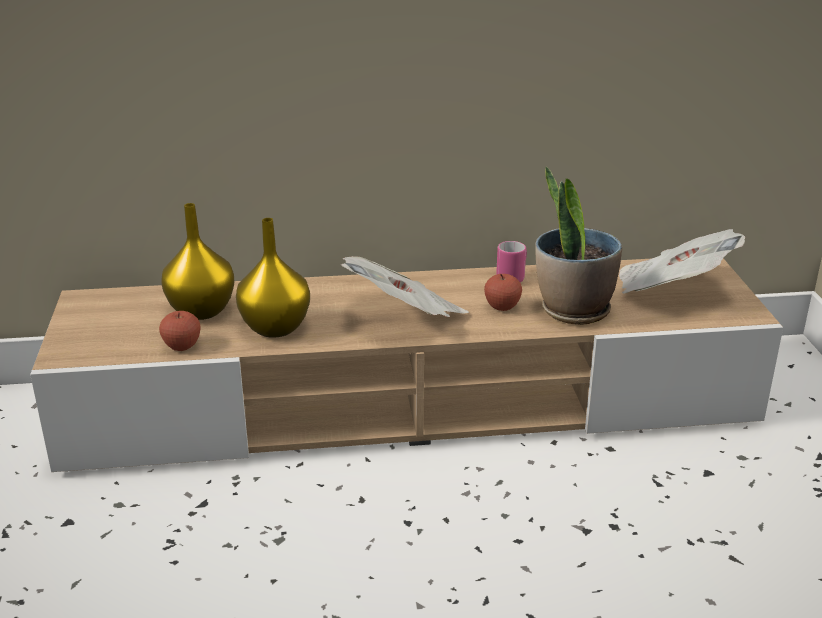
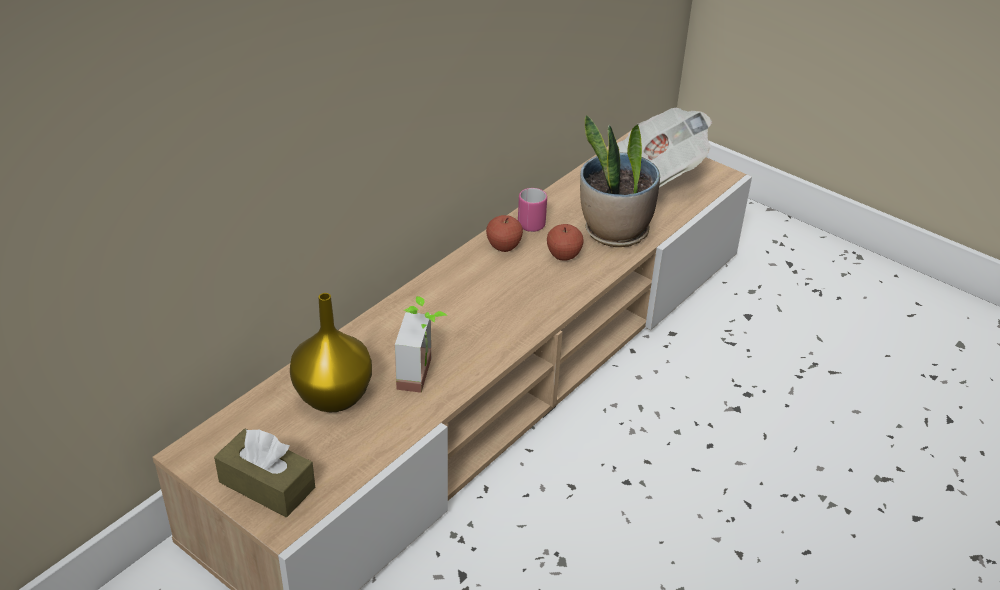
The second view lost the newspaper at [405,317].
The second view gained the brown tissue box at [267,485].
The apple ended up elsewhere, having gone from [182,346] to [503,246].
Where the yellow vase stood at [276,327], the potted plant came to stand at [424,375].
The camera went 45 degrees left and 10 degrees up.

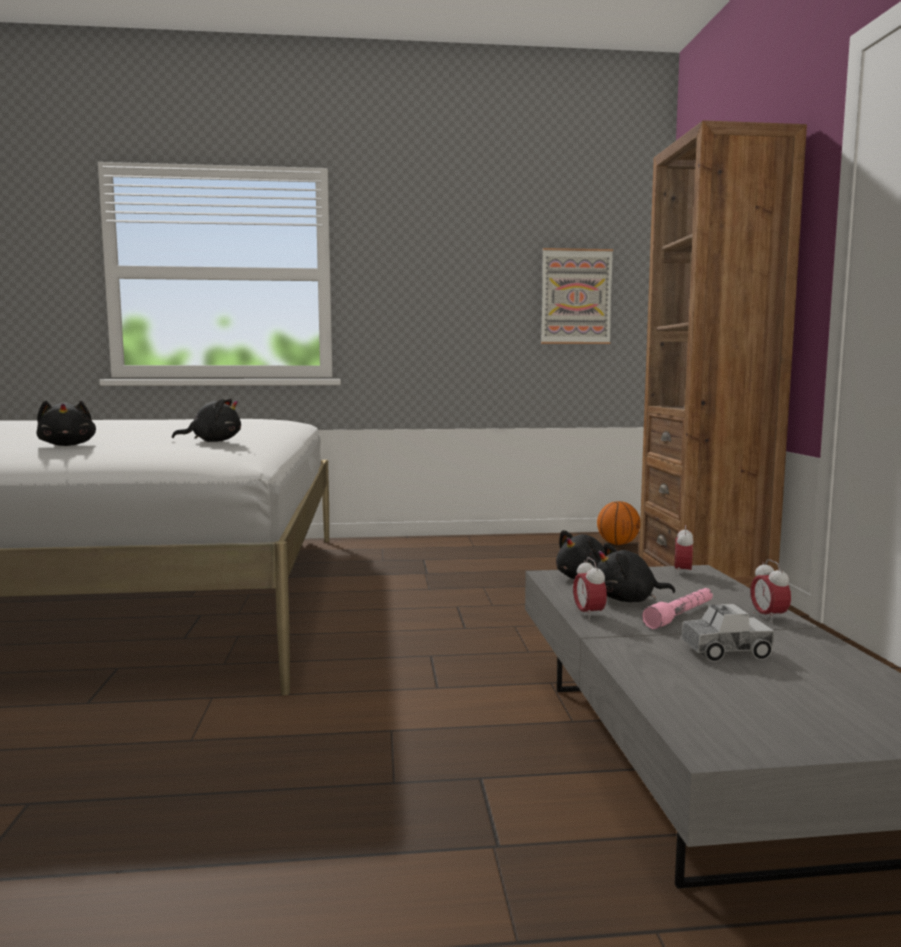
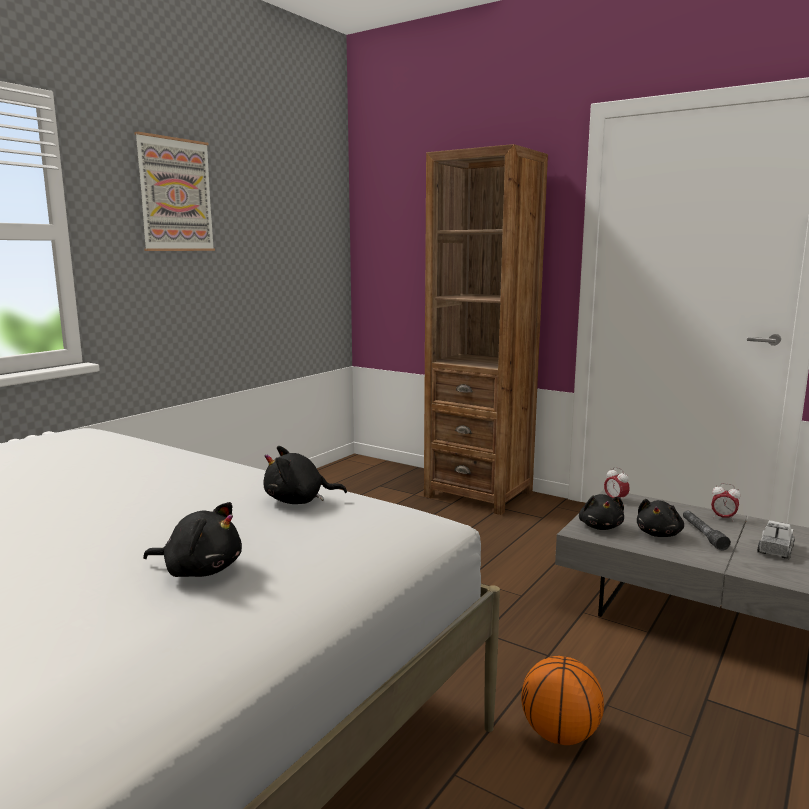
The second view lost the alarm clock at [588,615].
The picture ended up elsewhere, having gone from [576,297] to [175,195].
The basketball ended up elsewhere, having gone from [618,544] to [559,734].
What was the pink flashlight at [680,616] turned into the grey flashlight at [703,534].
The black plush toy at [213,441] ended up facing another way, 135 degrees counterclockwise from before.
The camera went 50 degrees left and 5 degrees up.

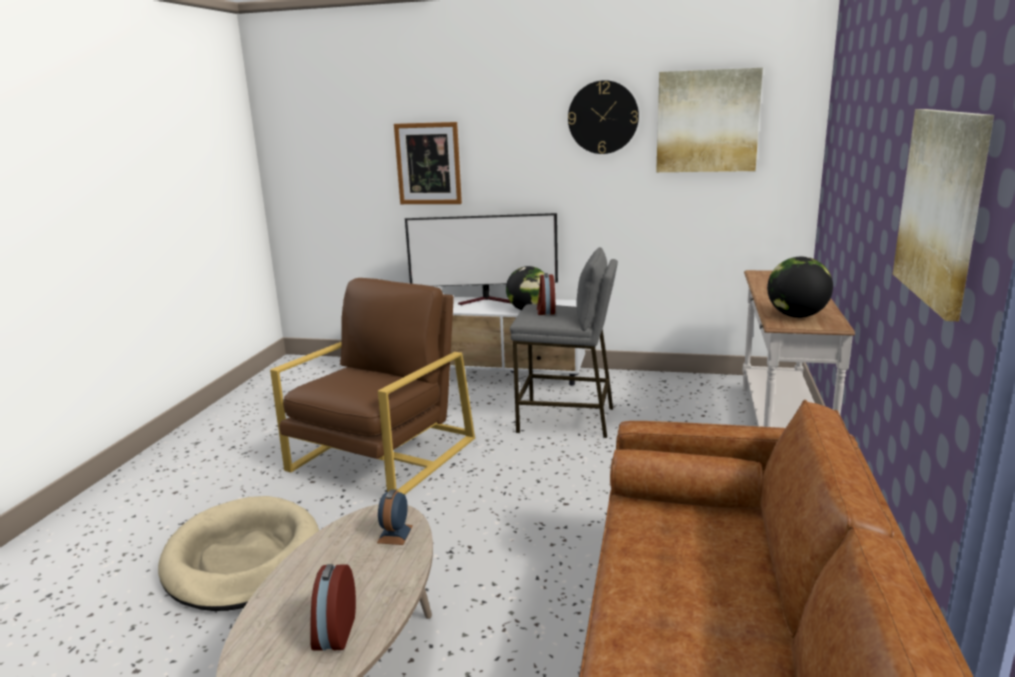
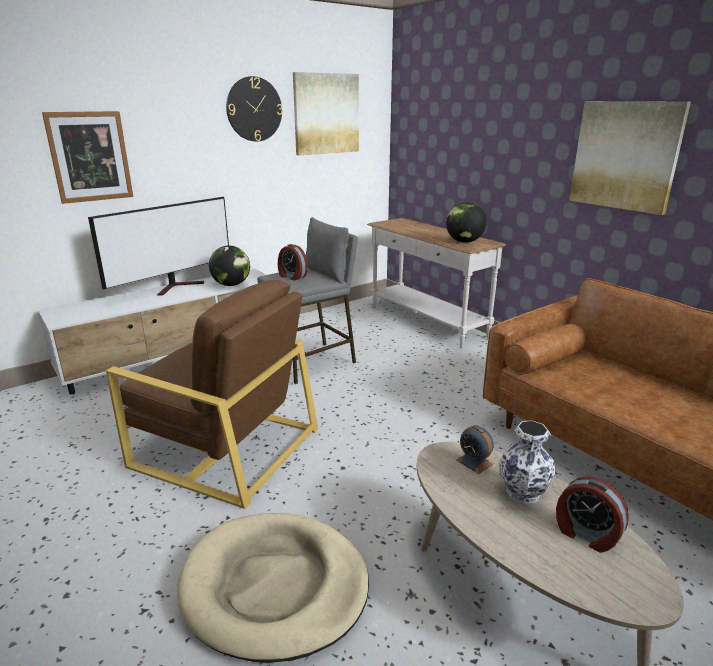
The second view gained the vase at [521,492].
The brown armchair at [381,455] ended up facing another way, 135 degrees clockwise from before.
The camera went 50 degrees left and 5 degrees up.

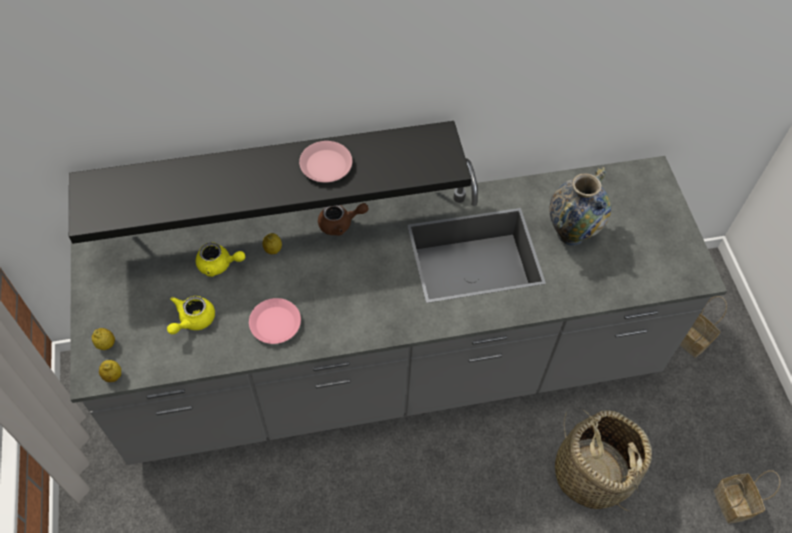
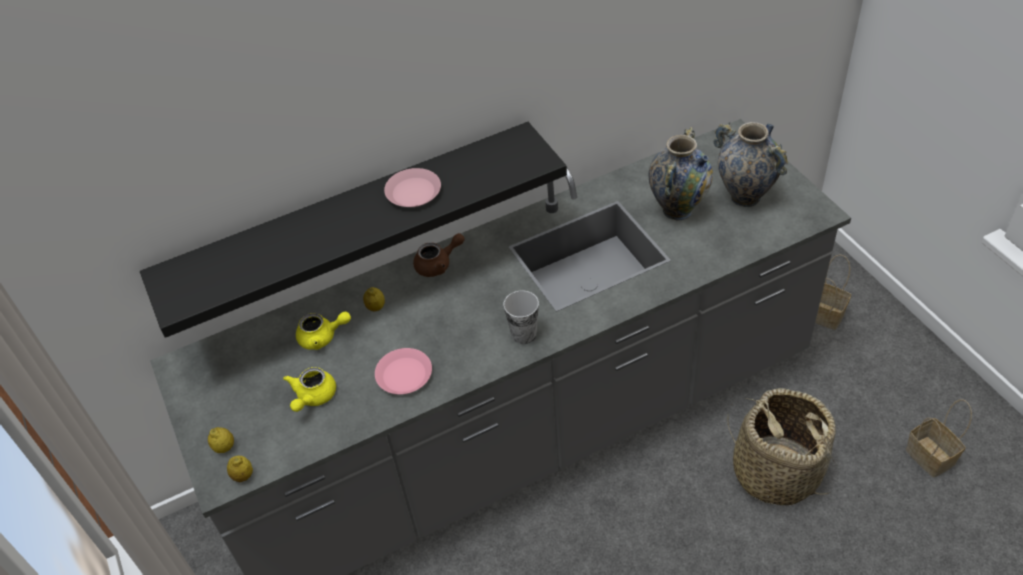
The second view gained the cup at [524,334].
The second view gained the vase at [745,196].
The camera went 10 degrees left and 10 degrees down.

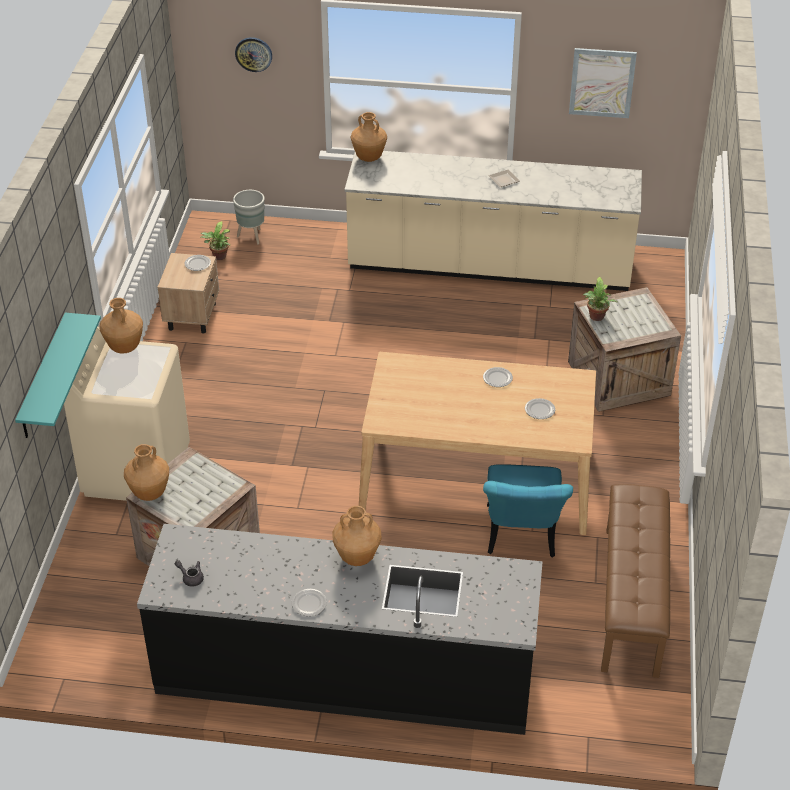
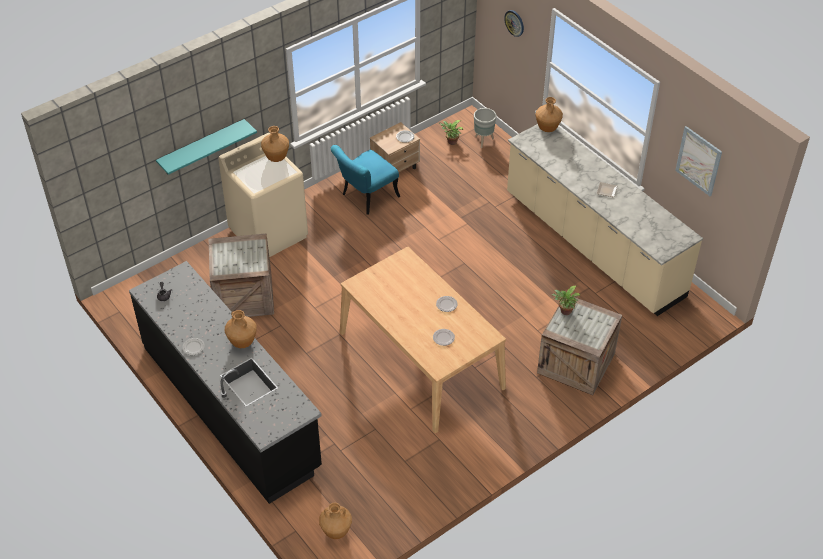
The second view lost the brown bench at [632,601].
The brown vase ended up elsewhere, having gone from [149,493] to [336,531].
The turquoise chair ended up elsewhere, having gone from [521,538] to [366,198].
The camera went 45 degrees right and 5 degrees up.

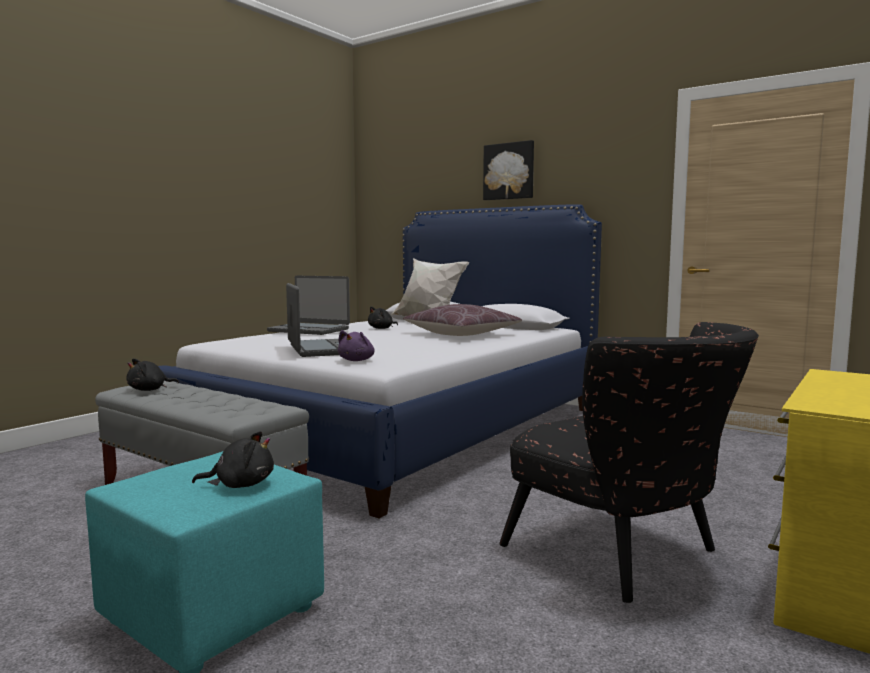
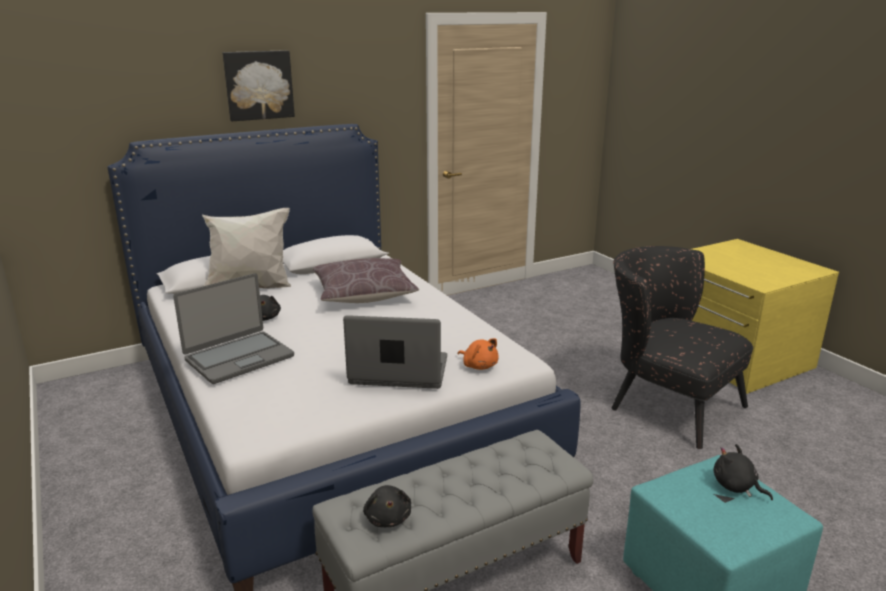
What was the purple plush toy at [357,360] turned into the orange plush toy at [479,365].
The black plush toy at [241,484] ended up facing another way, 60 degrees counterclockwise from before.
The black armchair at [626,557] ended up facing another way, 120 degrees counterclockwise from before.
The camera went 65 degrees left and 15 degrees up.

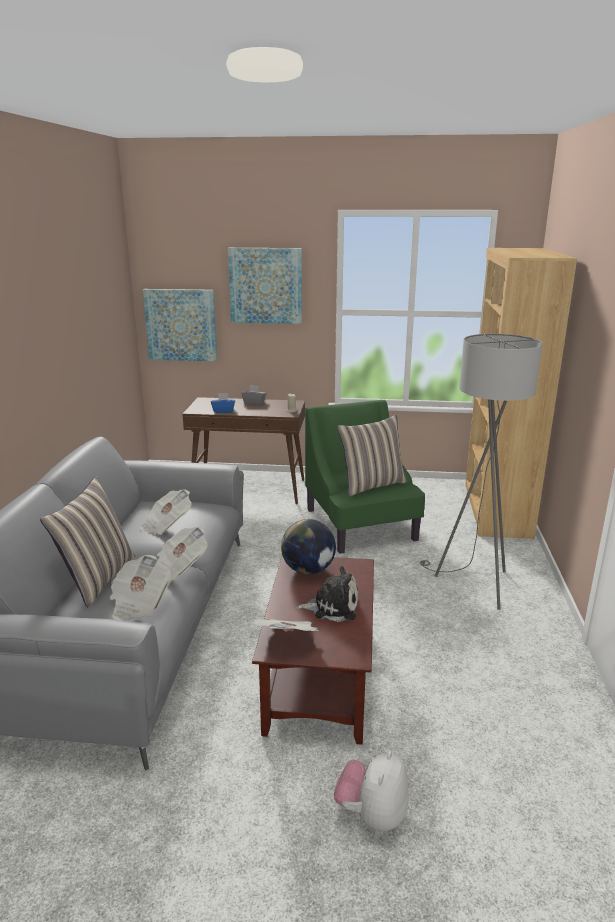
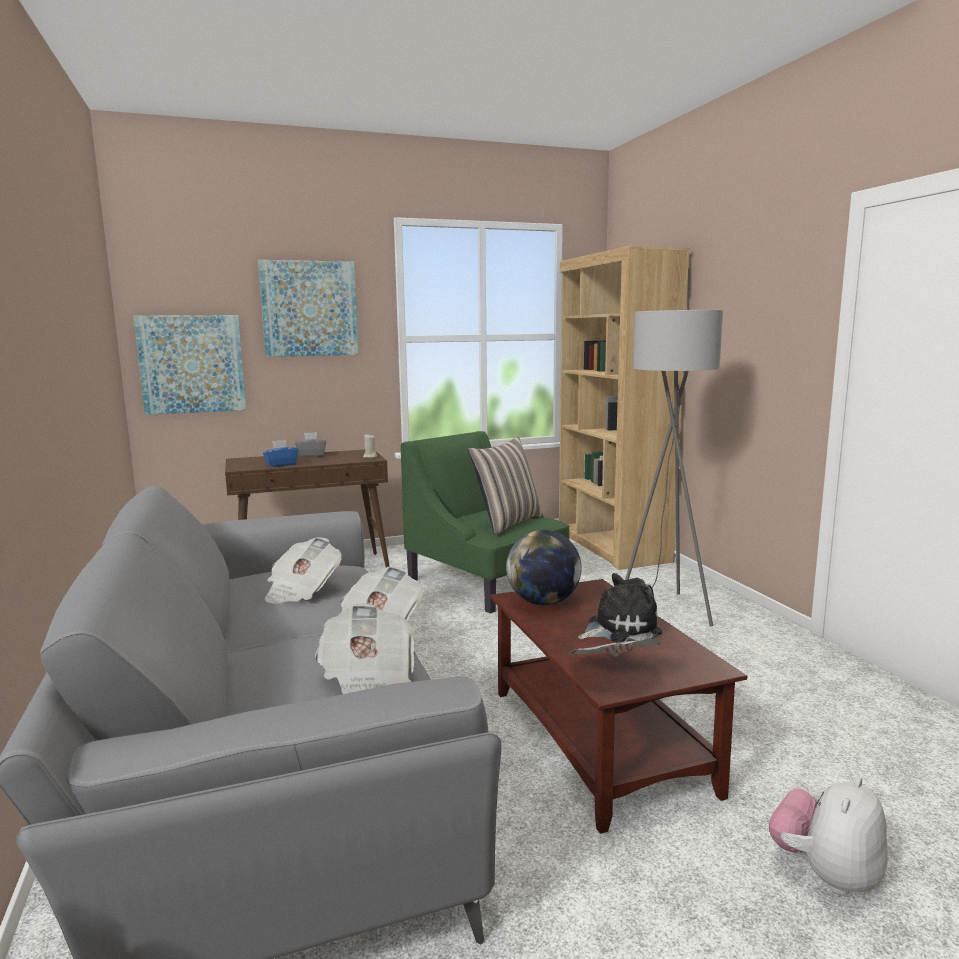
The second view lost the pillow at [98,578].
The plush toy at [372,814] ended up facing another way, 45 degrees clockwise from before.
The camera went 25 degrees left and 10 degrees down.

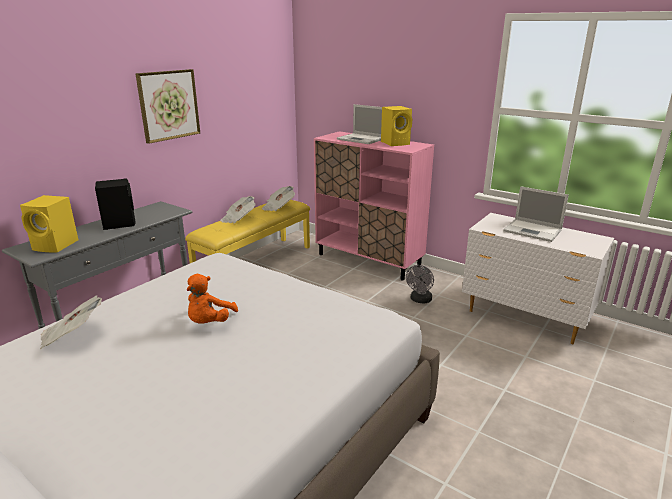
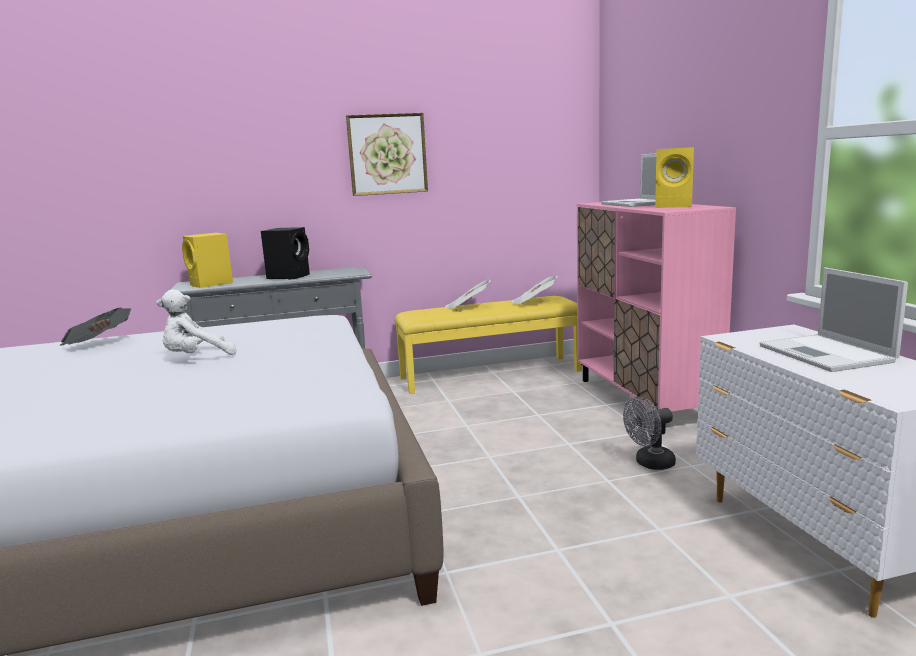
What was the orange plush toy at [209,322] turned into the white plush toy at [196,358].
The camera went 40 degrees right and 10 degrees down.

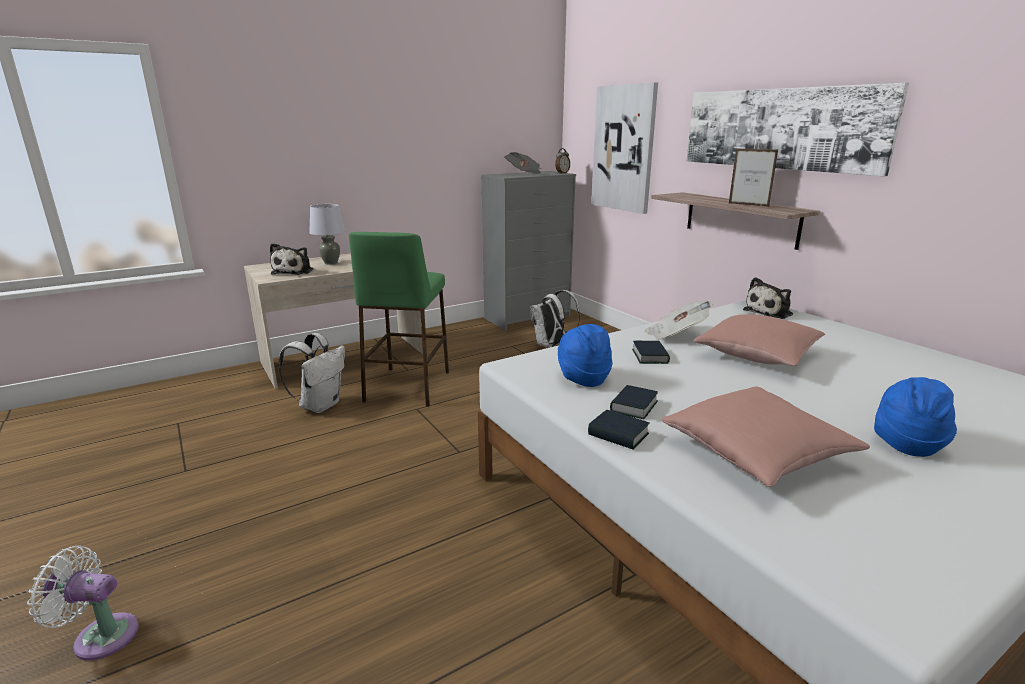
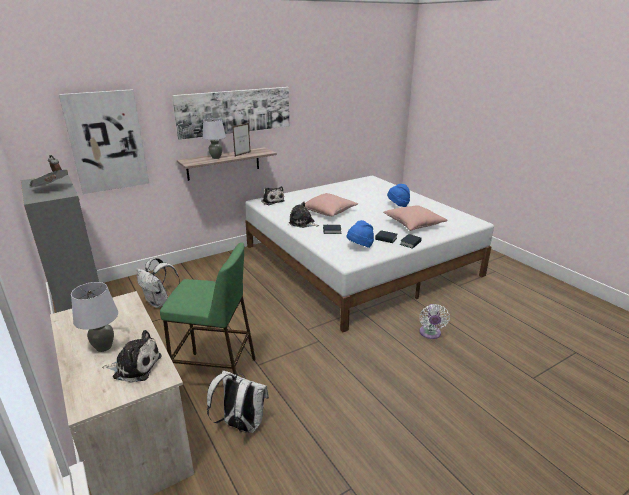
The second view gained the grey table lamp at [216,158].
The white fan ended up elsewhere, having gone from [100,636] to [430,334].
Where the newspaper stood at [676,335], the plush toy came to stand at [303,223].
The camera went 90 degrees left and 5 degrees up.

